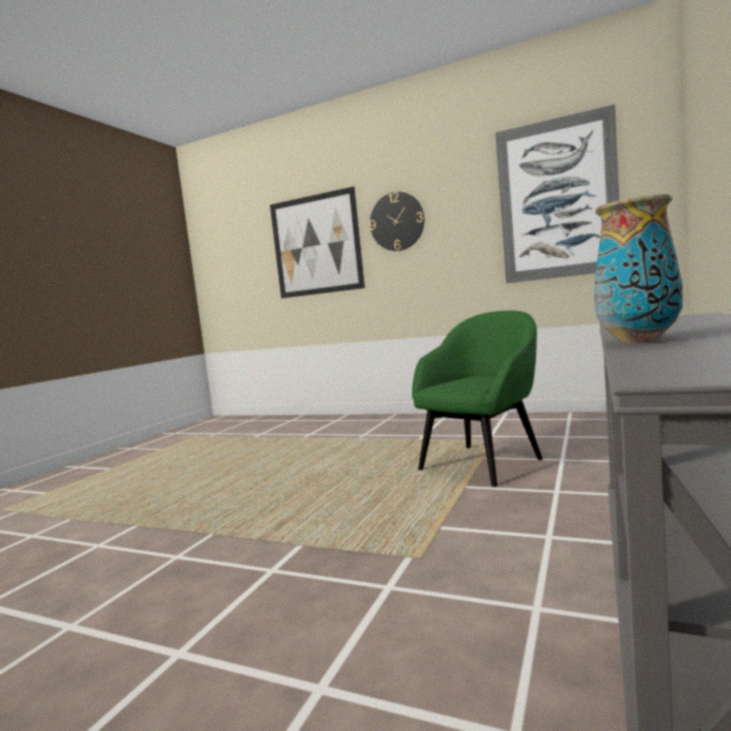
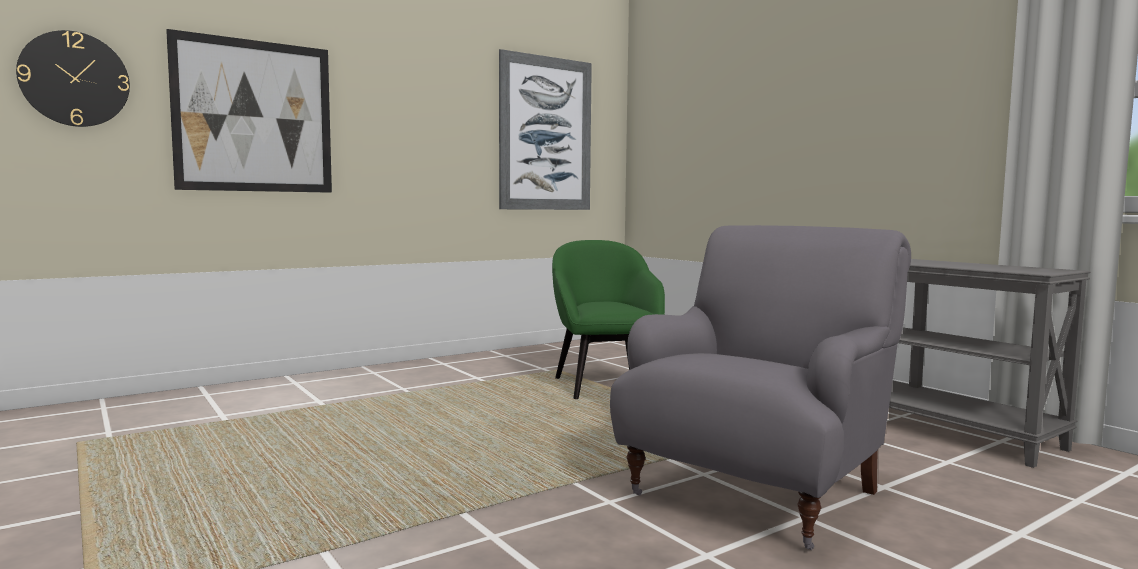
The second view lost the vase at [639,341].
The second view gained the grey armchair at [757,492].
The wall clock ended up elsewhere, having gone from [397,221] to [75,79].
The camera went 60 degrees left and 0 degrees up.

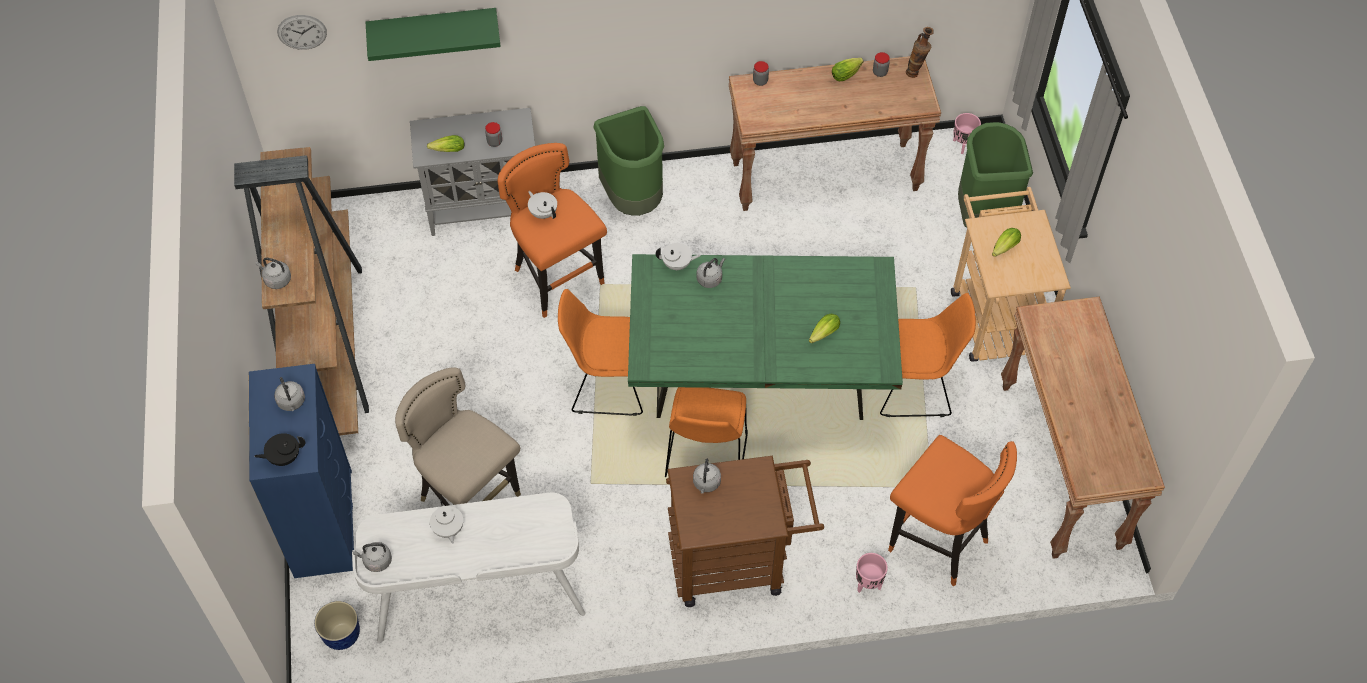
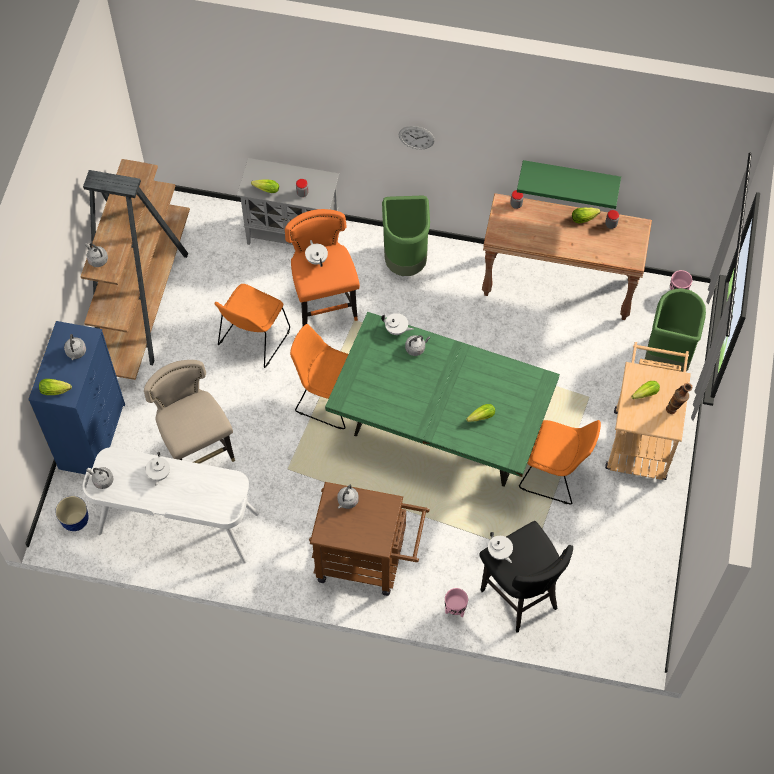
The second view lost the brown console table at [1061,466].
The second view gained the white teapot at [499,552].
The wall clock ended up elsewhere, having gone from [302,32] to [416,137].
The green shelf ended up elsewhere, having gone from [433,27] to [570,176].
The orange chair ended up elsewhere, having gone from [706,456] to [253,339].
The vase ended up elsewhere, having gone from [916,73] to [674,410].
Where the black teapot stood at [284,457], the lettuce came to stand at [56,390].
What was the orange stool at [937,542] turned into the black stool at [519,596].
The camera went 20 degrees right and 5 degrees up.

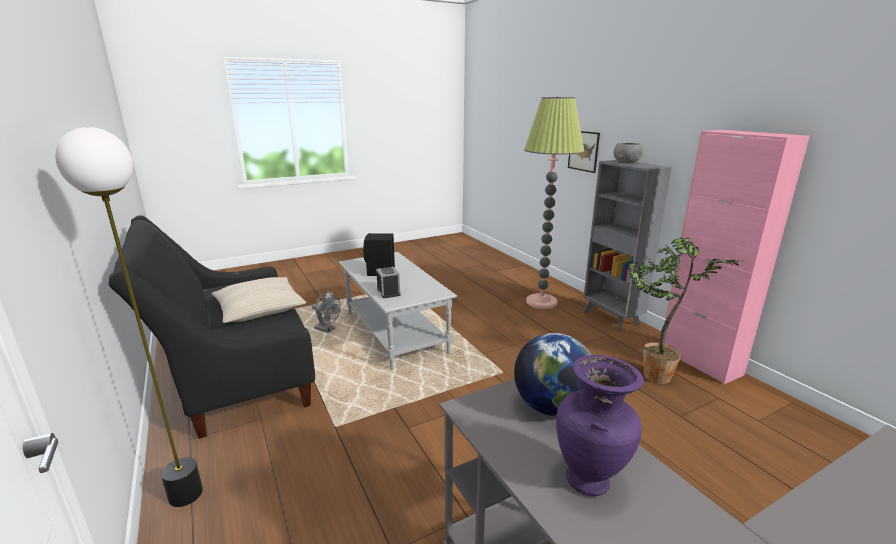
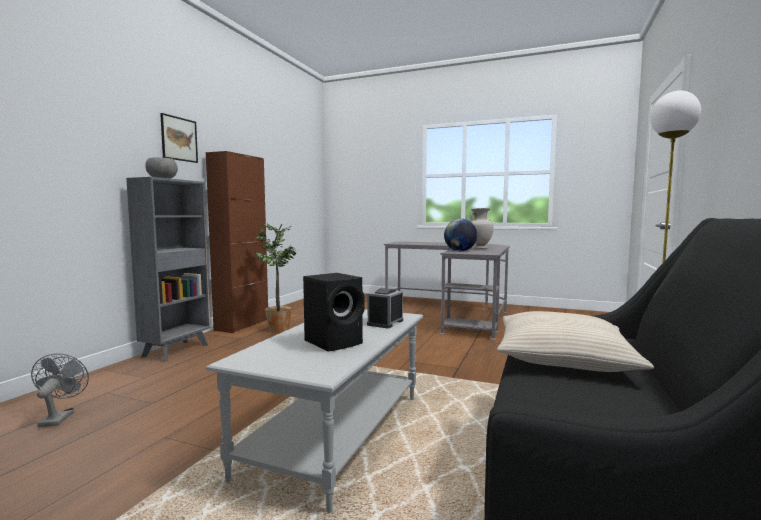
The second view lost the floor lamp at [541,302].
The grey fan ended up elsewhere, having gone from [327,329] to [59,417].
The picture ended up elsewhere, having gone from [583,151] to [179,139].
What was the purple vase at [589,481] turned into the beige vase at [480,248].
What was the pink cabinet at [700,361] turned into the brown cabinet at [242,325].
The camera went 130 degrees left and 15 degrees down.

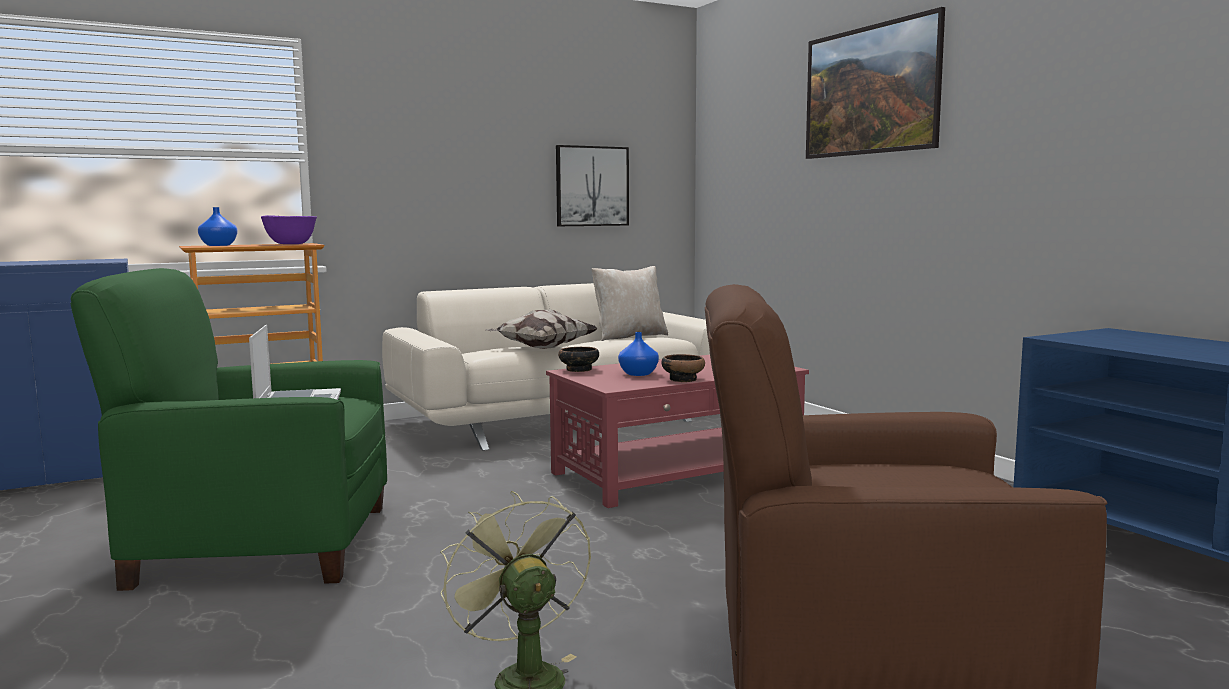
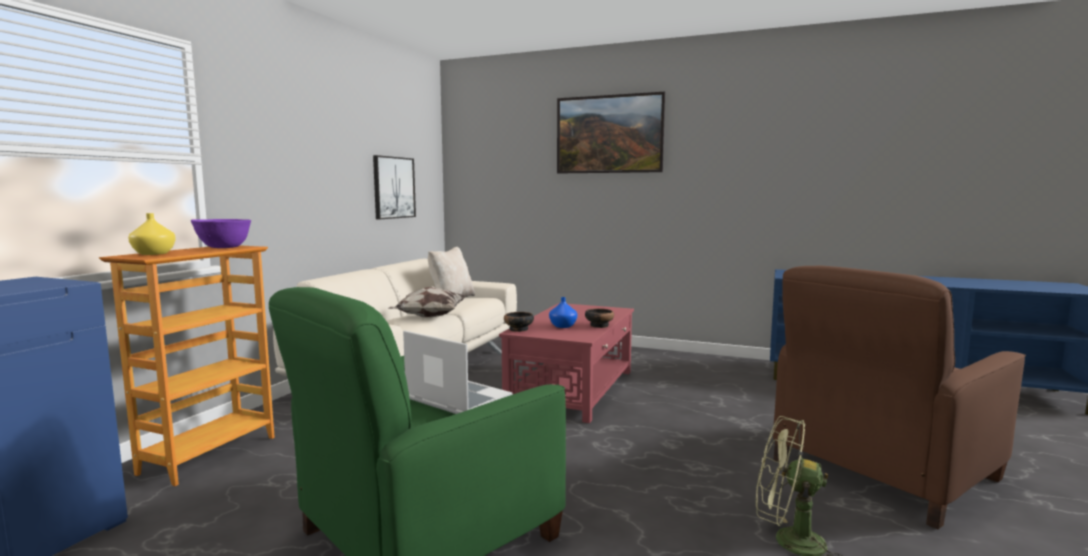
What was the blue vase at [218,245] turned into the yellow vase at [153,254].
The camera went 40 degrees left and 0 degrees up.

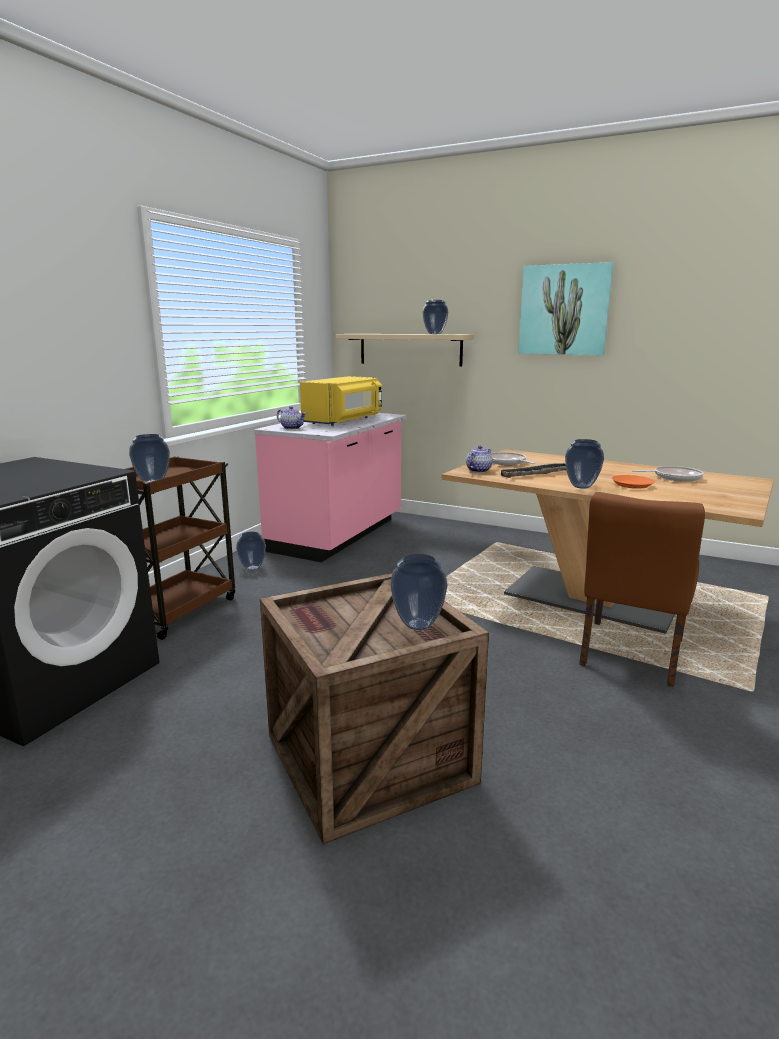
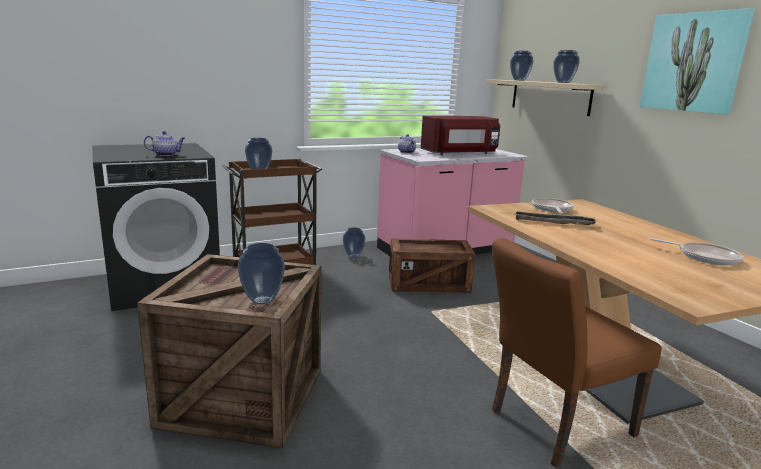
The second view lost the orange plate at [632,485].
The second view gained the crate at [429,284].
The teapot ended up elsewhere, having gone from [478,470] to [166,154].
The vase ended up elsewhere, having gone from [582,487] to [519,80].
What was the yellow microwave at [344,421] turned into the red microwave at [460,153].
The camera went 35 degrees right and 0 degrees up.

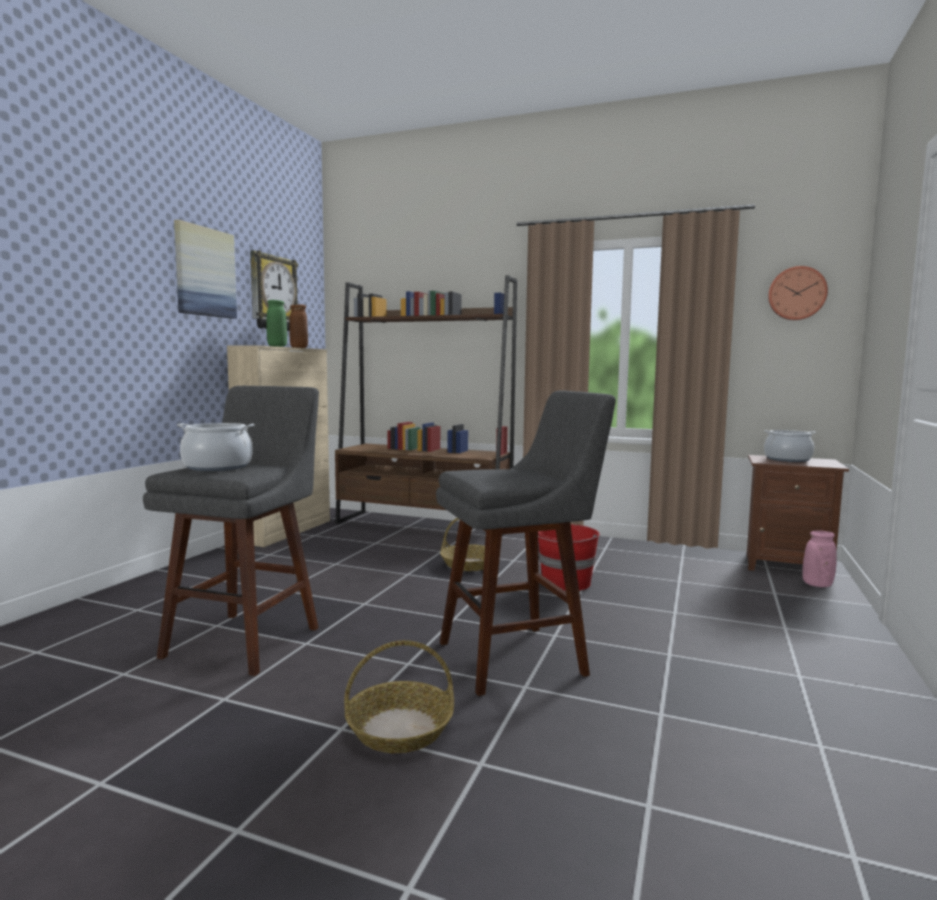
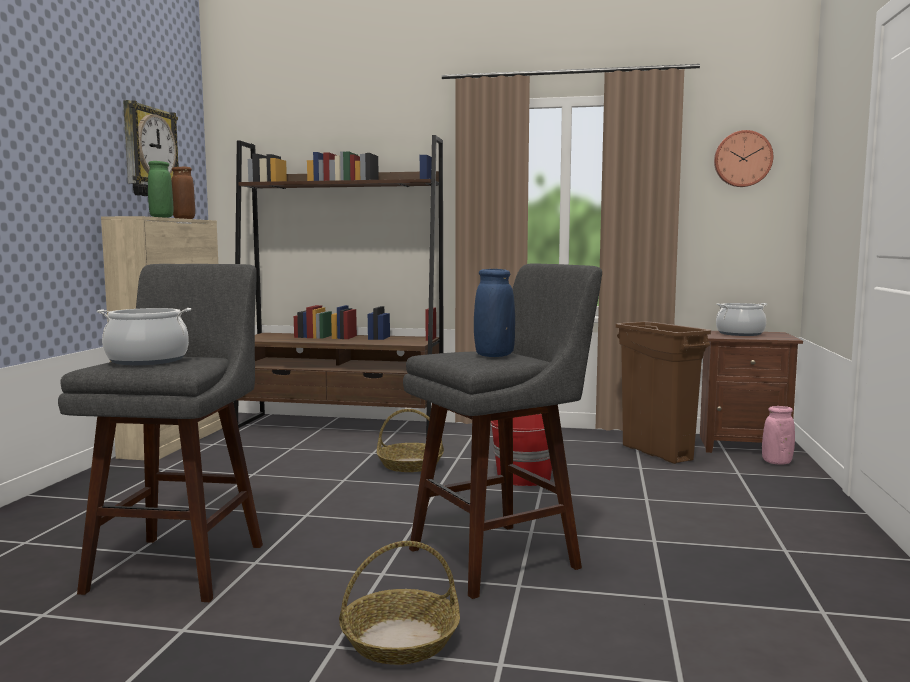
The second view lost the picture at [205,272].
The second view gained the blue vase at [494,355].
The second view gained the brown trash can at [657,453].
The camera went 10 degrees left and 0 degrees up.

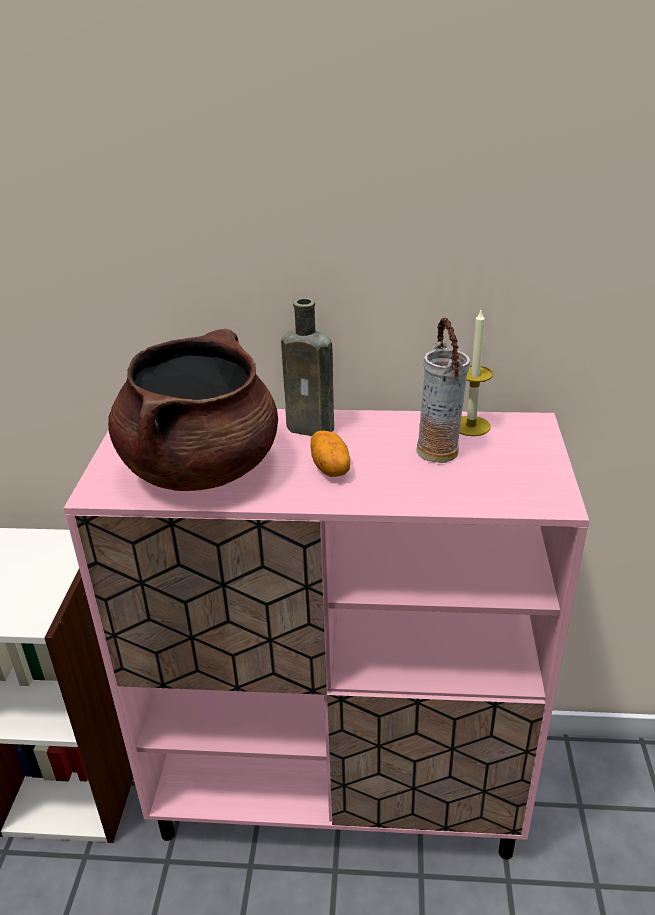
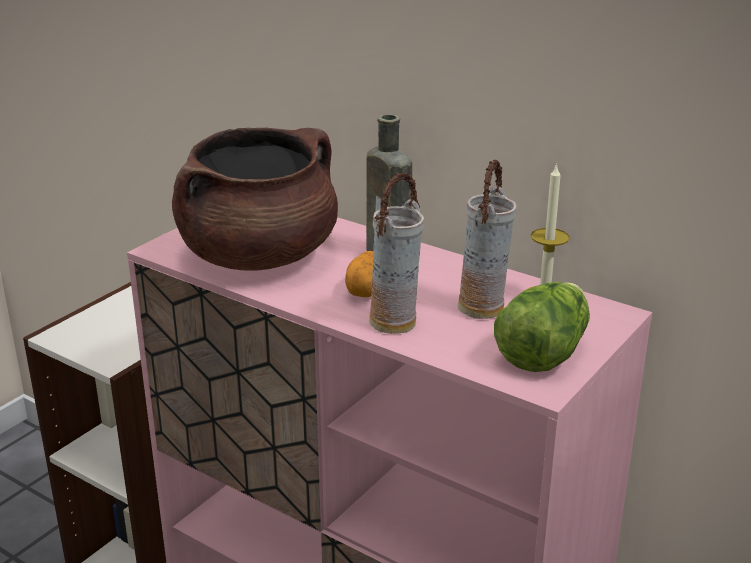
The second view gained the vase at [395,323].
The second view gained the lettuce at [542,351].
The camera went 30 degrees right and 5 degrees down.

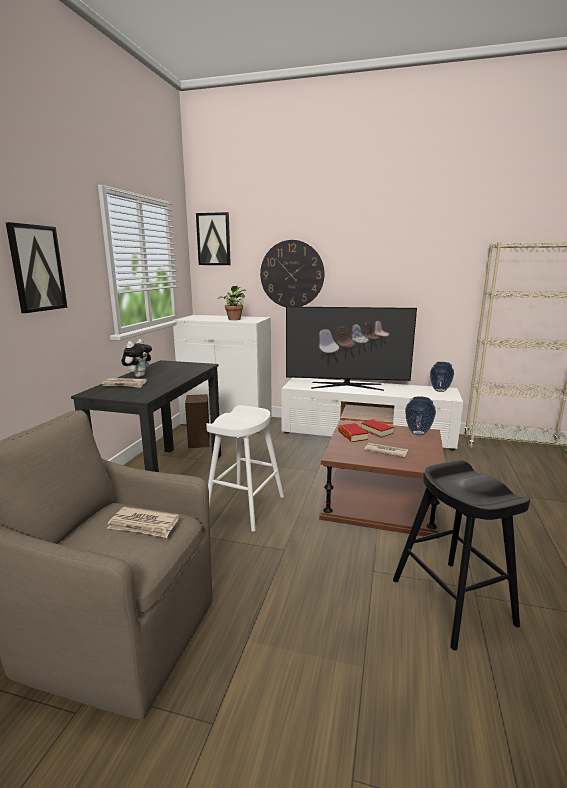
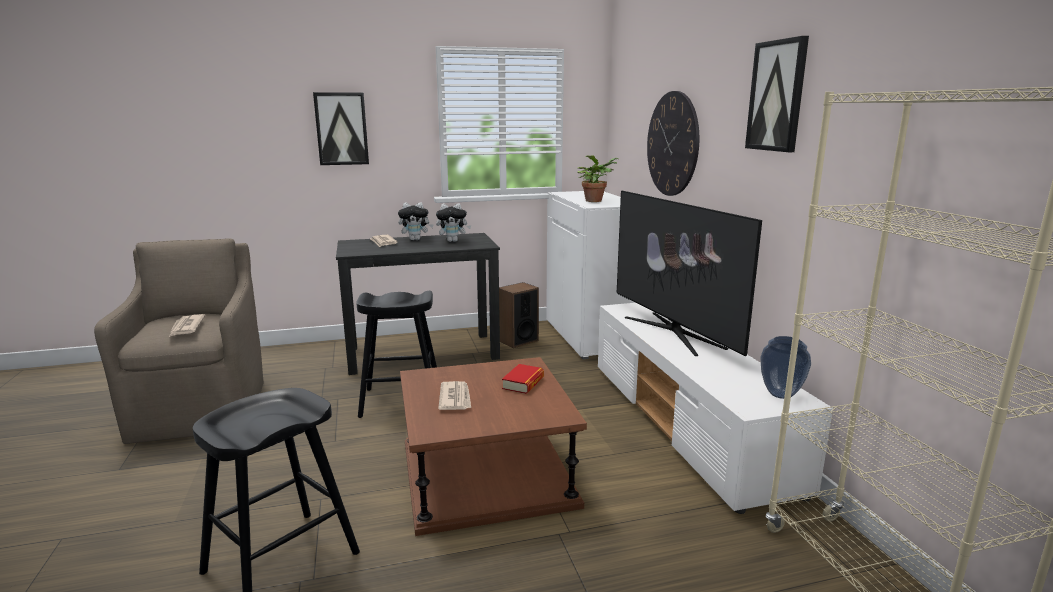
The second view lost the book at [352,435].
The second view lost the vase at [418,433].
The second view gained the plush toy at [453,241].
The picture ended up elsewhere, having gone from [214,239] to [777,96].
What was the white stool at [245,506] turned into the black stool at [402,401].
The camera went 60 degrees right and 0 degrees up.

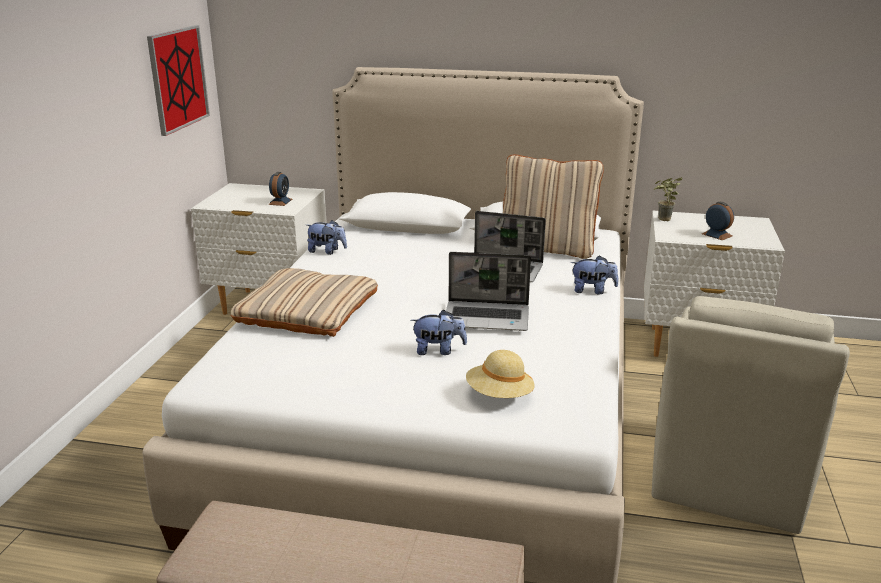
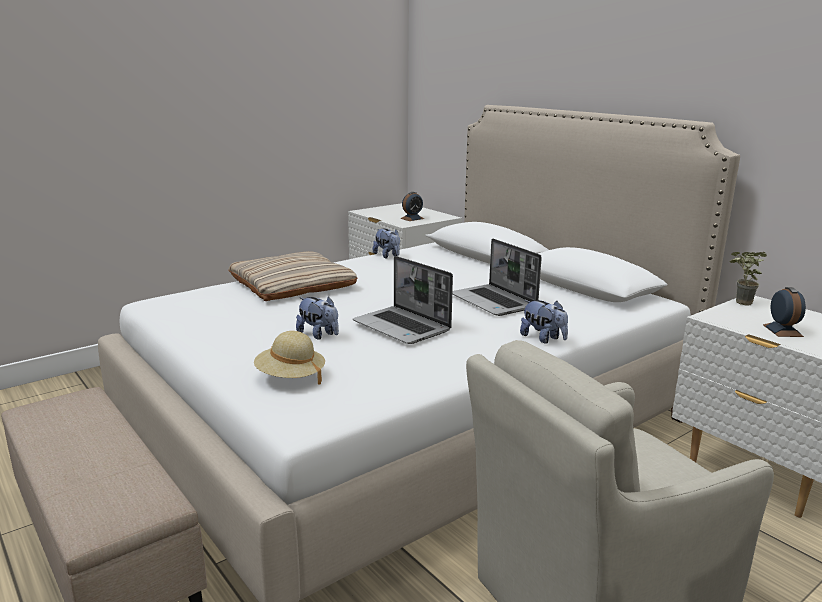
The second view lost the picture at [178,78].
The second view lost the beige pillow at [547,249].
The camera went 40 degrees right and 5 degrees down.

